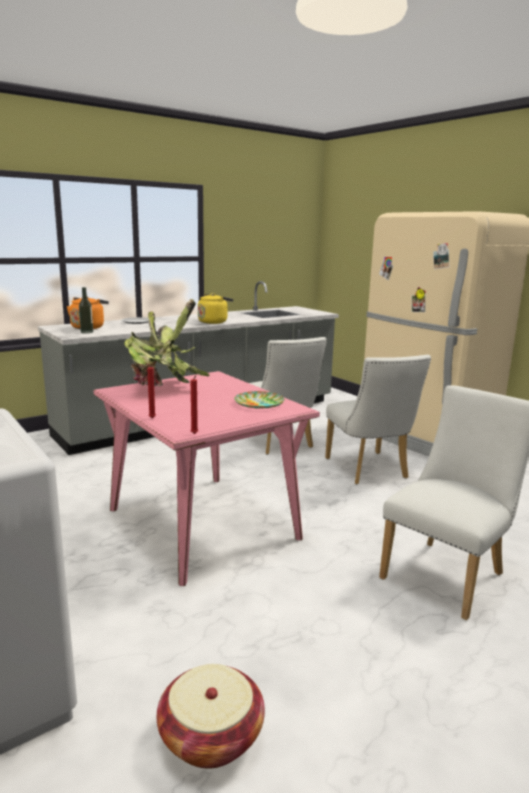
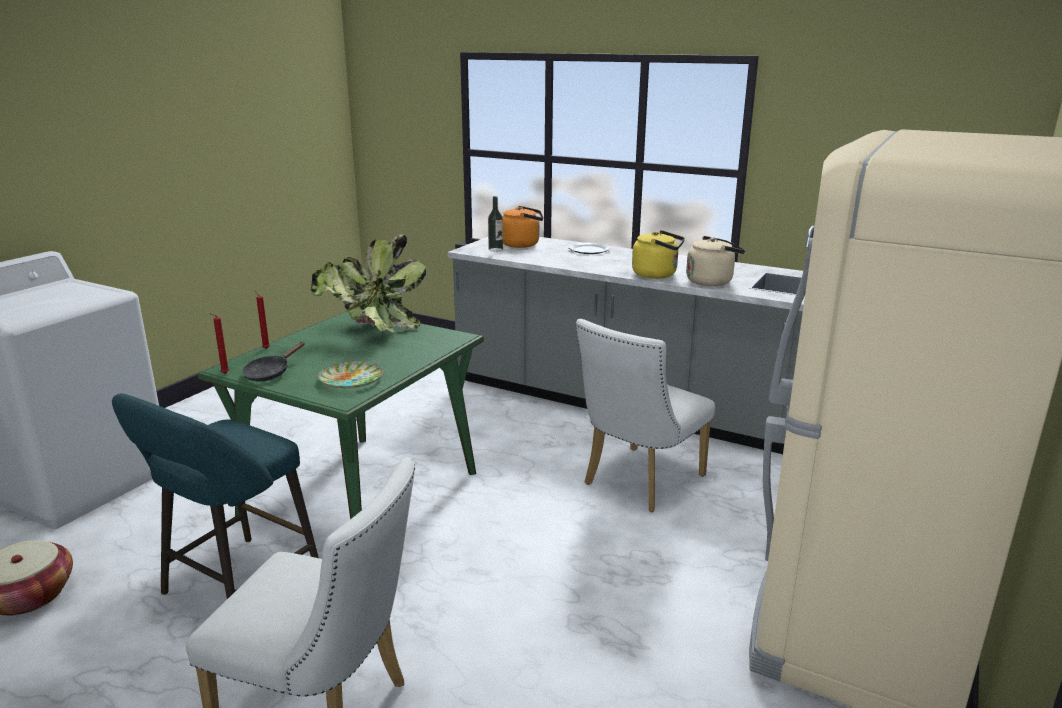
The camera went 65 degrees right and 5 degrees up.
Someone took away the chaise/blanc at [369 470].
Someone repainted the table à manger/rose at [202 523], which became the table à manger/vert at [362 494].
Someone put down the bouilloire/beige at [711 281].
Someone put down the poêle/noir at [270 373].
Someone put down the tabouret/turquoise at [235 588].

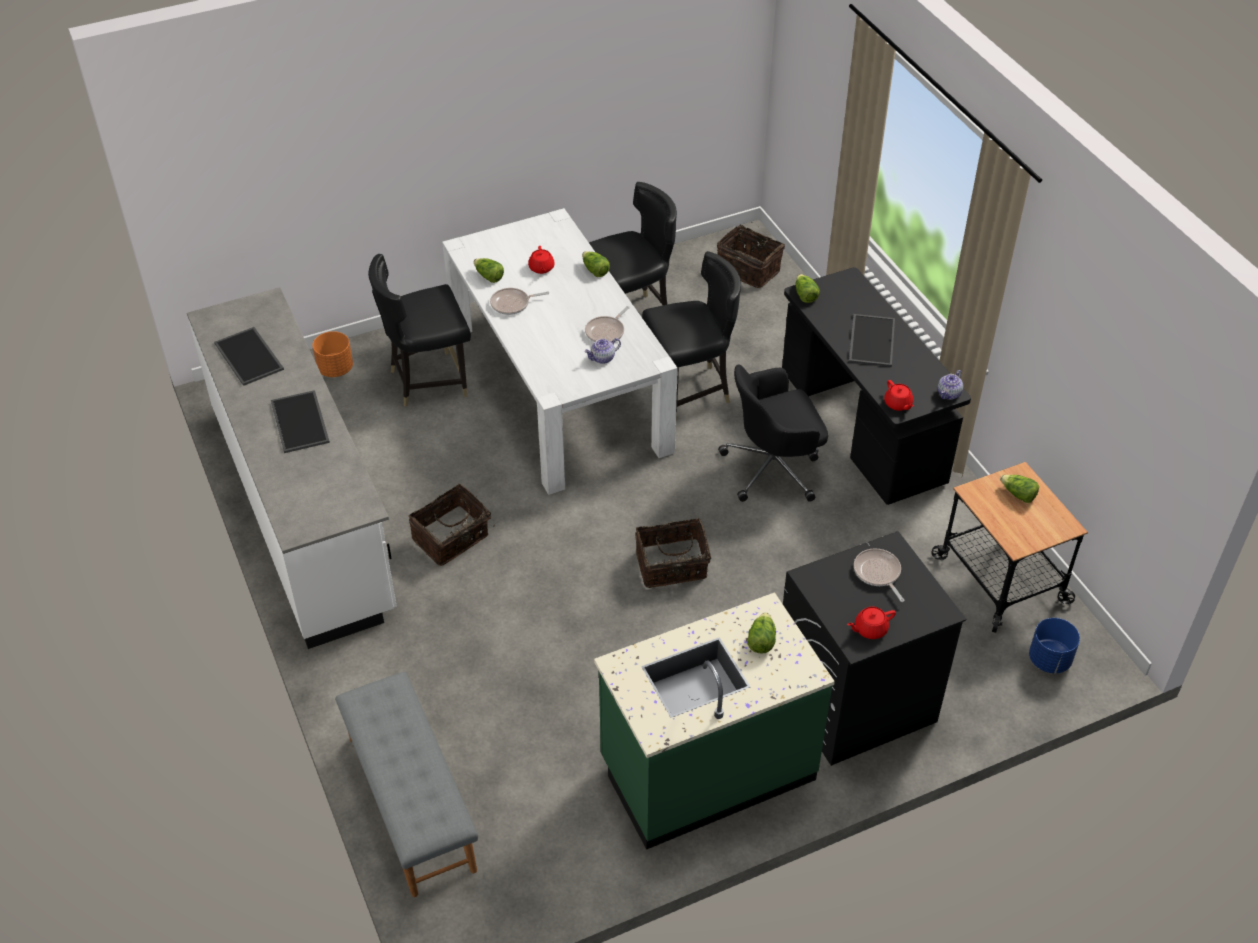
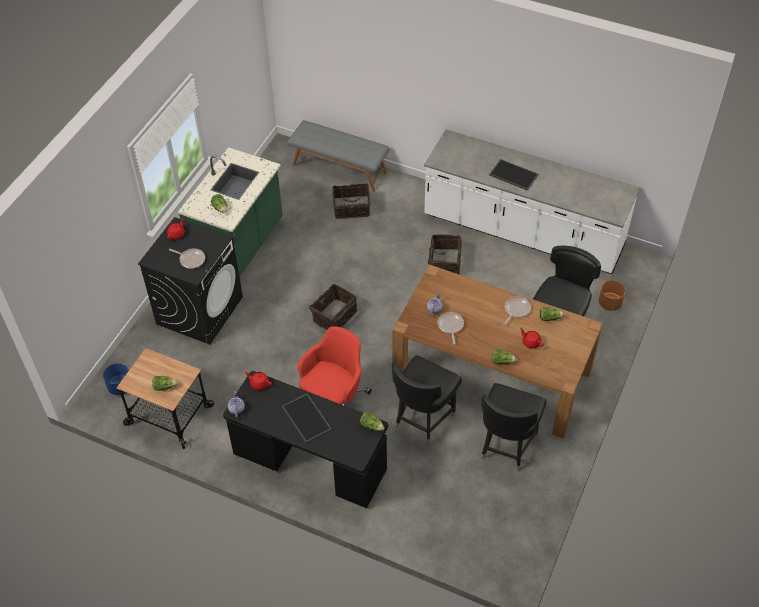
The camera went 140 degrees right and 5 degrees up.
Someone repainted the table à manger/blanc at [558 387], which became the table à manger/marron at [492 372].
Someone carried the panier from [749 269] to [351 209].
Someone took away the plateau at [250 356].
Someone repainted the chaise de bureau/noir at [773 468], which became the chaise de bureau/rouge at [334 401].

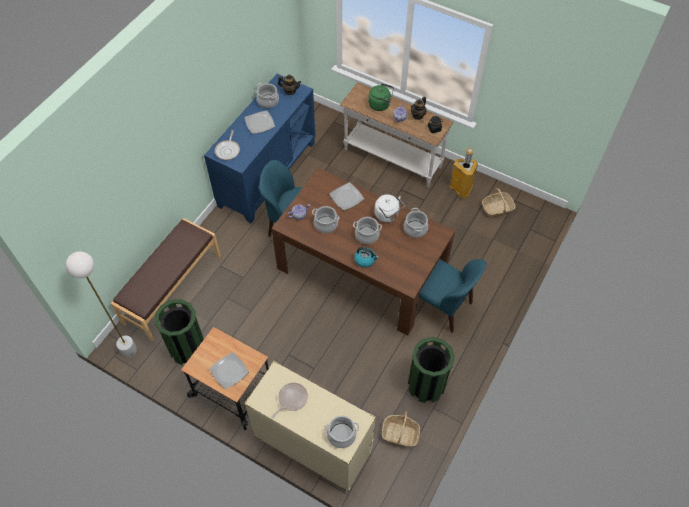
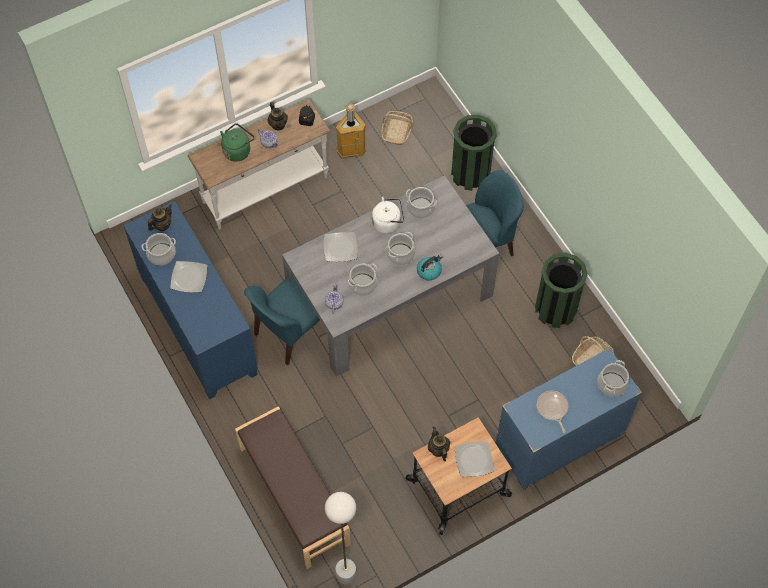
The camera went 60 degrees left and 5 degrees up.
Someone took away the poêle at [228 150].
Someone repainted the table à manger/marron at [362 270], which became the table à manger/gris at [390 296].
Someone carried the poubelle/vert from [188 348] to [470 174].
Someone repainted the commode/beige at [313 444], which became the commode/bleu at [559 441].
Someone put down the théière at [438 449].

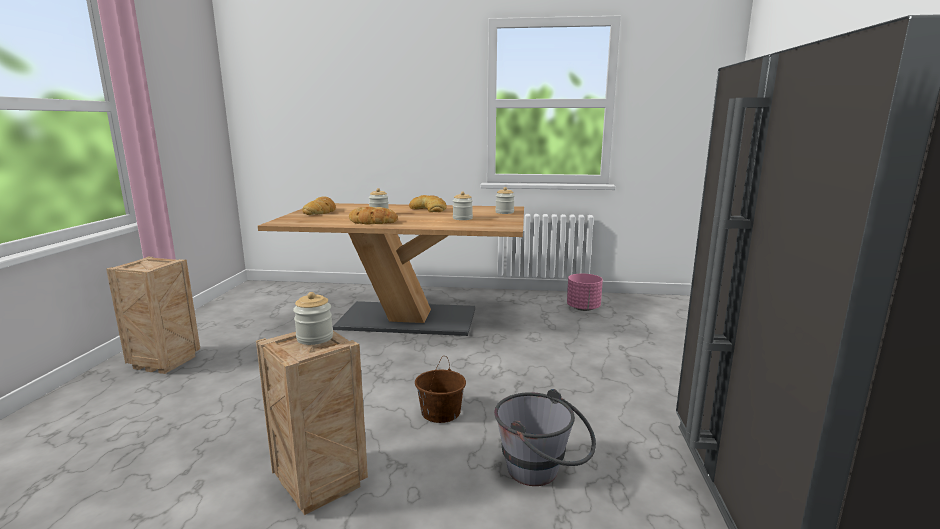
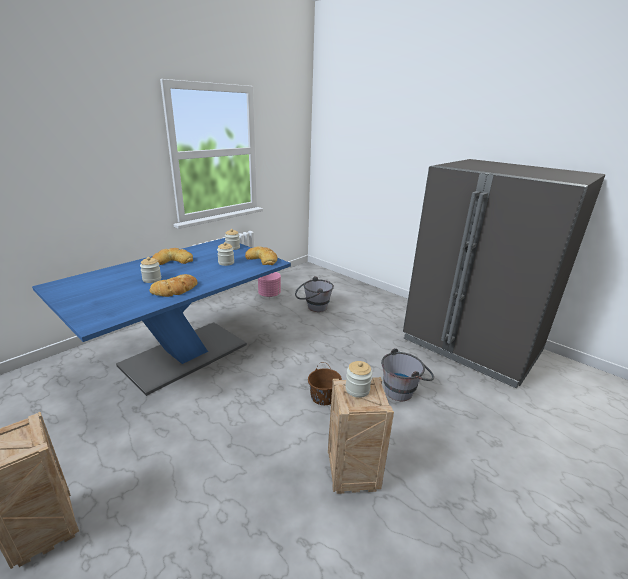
The camera went 55 degrees left and 10 degrees up.
Someone carried the pain from [321 211] to [262 259].
Someone repainted the table à manger/marron at [407 319], which became the table à manger/bleu at [185 355].
Someone put down the seau/gris at [313 307].

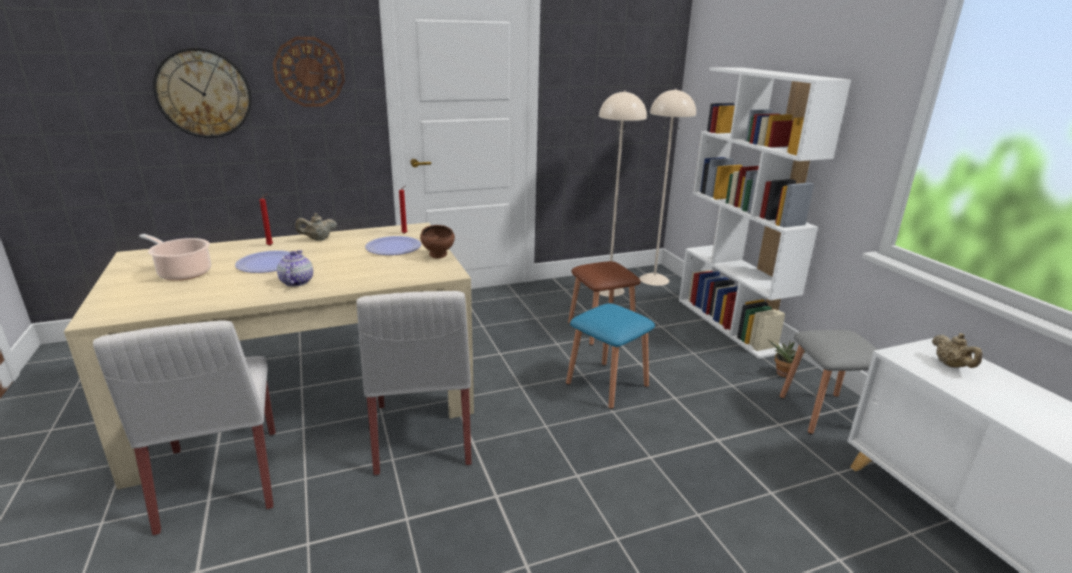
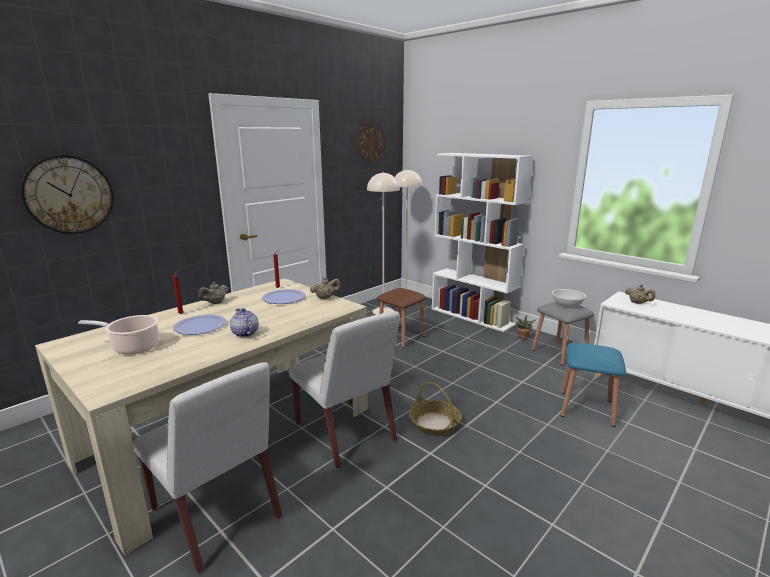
The camera went 25 degrees left and 5 degrees down.
Someone carried the horloge murale from [309 72] to [370 143].
Someone swapped the bol/marron at [439 256] for the théière/beige at [325 297].
Someone carried the tabouret/bleu from [607 384] to [586 408].
Someone put down the bol/blanc at [567 305].
Someone put down the panier at [435 423].

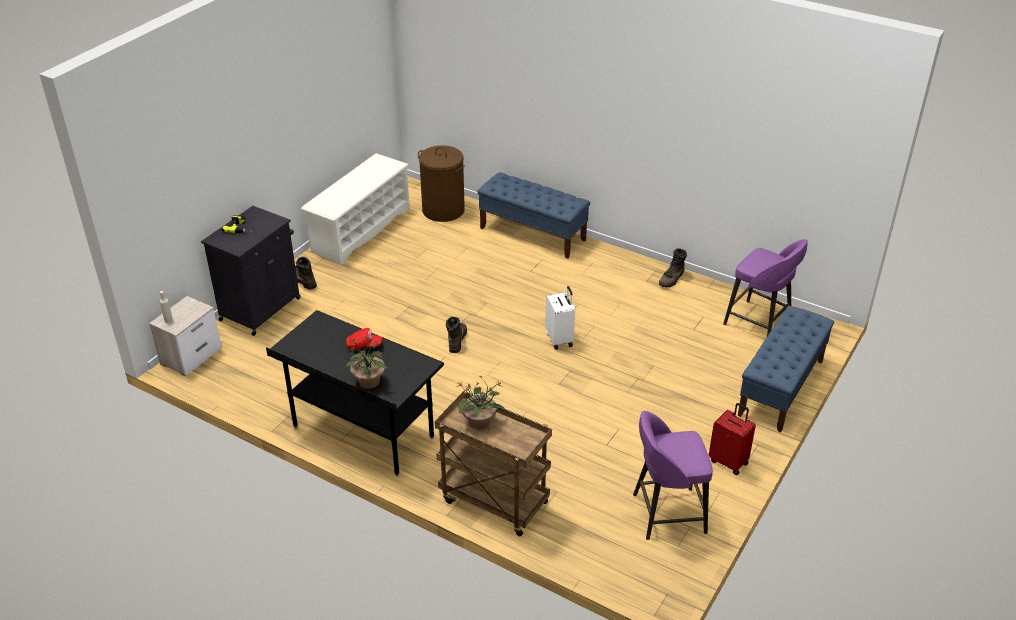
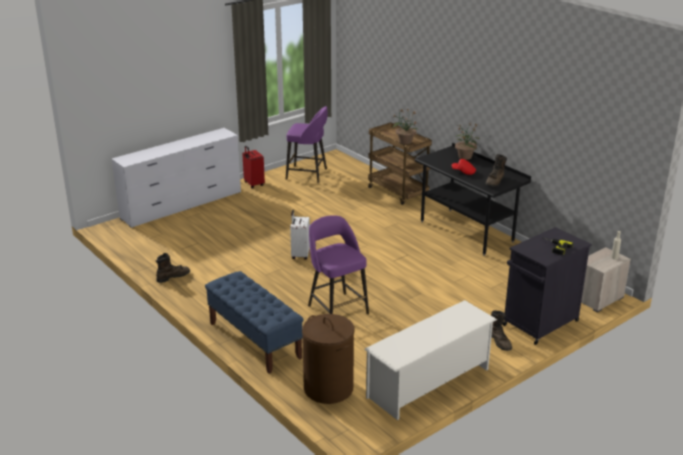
The camera went 160 degrees left and 10 degrees down.
Someone carried the tabouret/violet from [759 323] to [337 308].
Someone swapped the banc/bleu at [781 388] for the commode/blanc at [182 205].
Someone carried the botte/marron from [456 340] to [495 182].

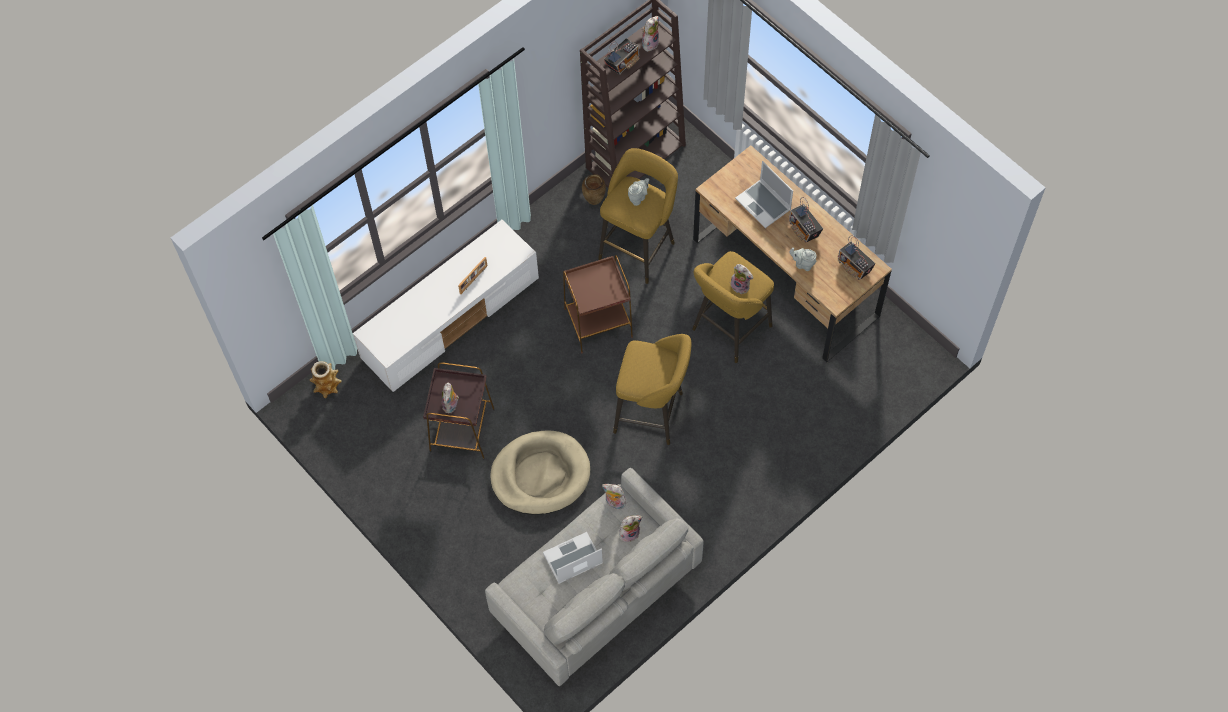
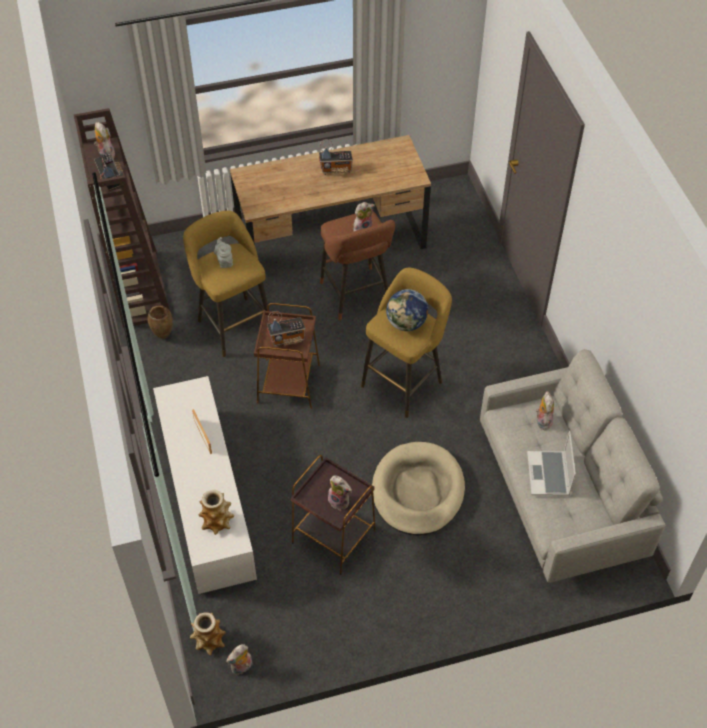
The camera went 65 degrees left and 10 degrees down.
Someone took away the ordinateur portable at [764 204].
Someone carried the radio from [854 267] to [287 339].
Someone took away the théière/gris at [803 264].
Someone repainted the tabouret/jaune at [729 330], which became the tabouret/marron at [356 297].
Someone carried the peluche from [614 503] to [242 668].
Someone put down the globe at [406 323].
Someone put down the vase at [217 521].

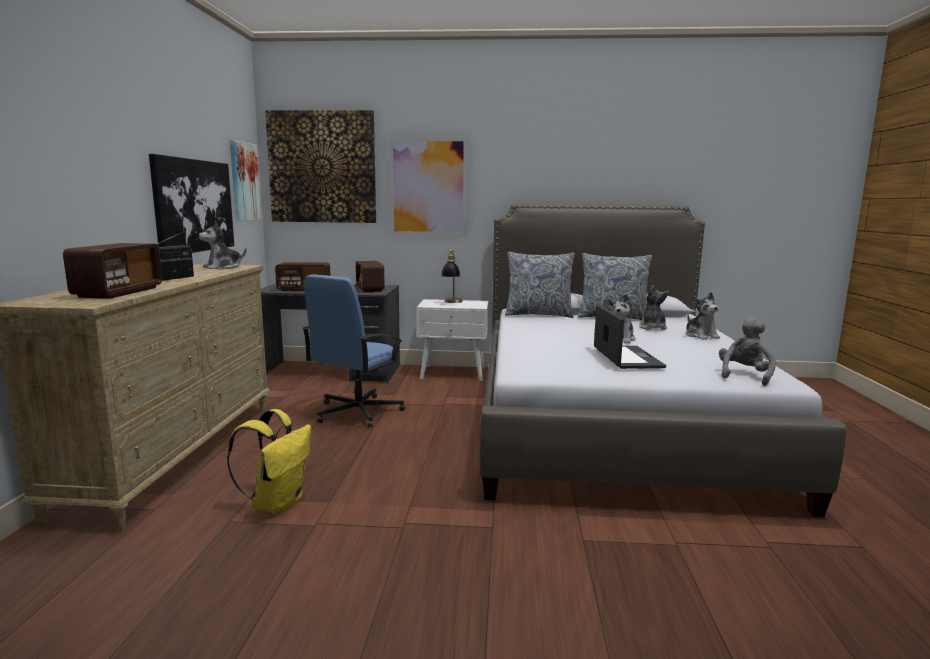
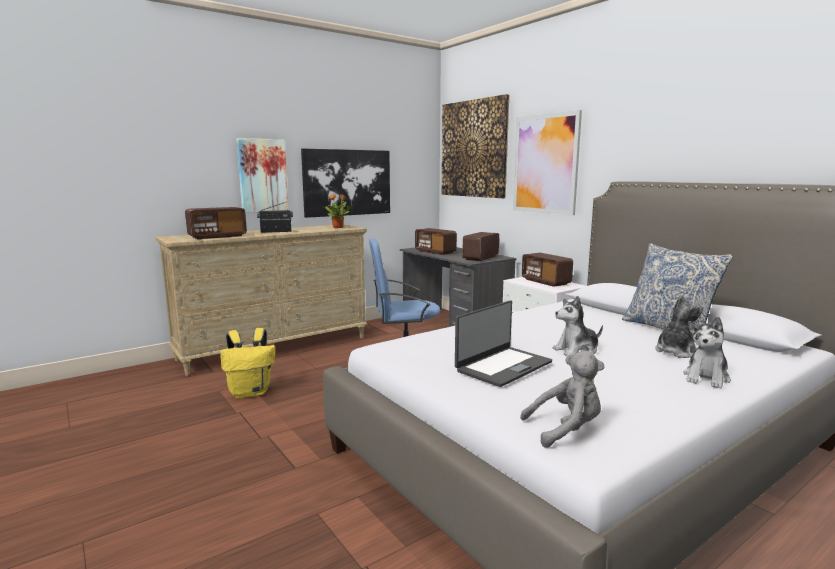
The camera went 50 degrees right and 0 degrees up.
Someone carried the tableau from [244 182] to [262 175].
Someone swapped the peluche at [223 267] for the plante en pot at [338 227].
Someone swapped the lampe de table at [452 302] for the radio at [546 281].
Someone took away the coussin at [538 314].

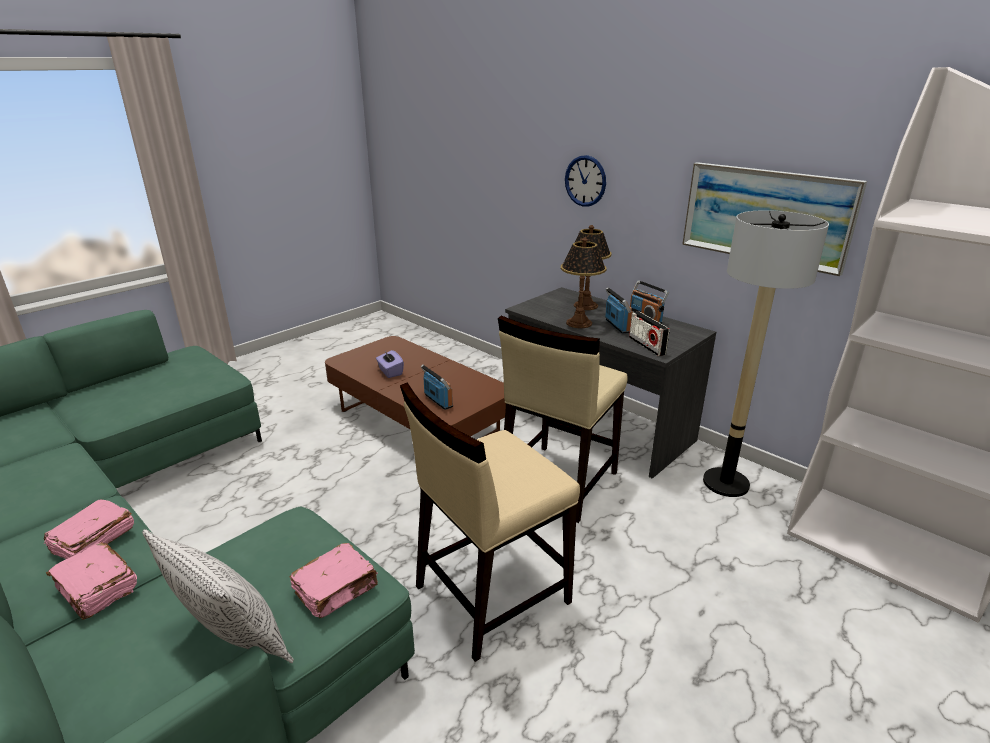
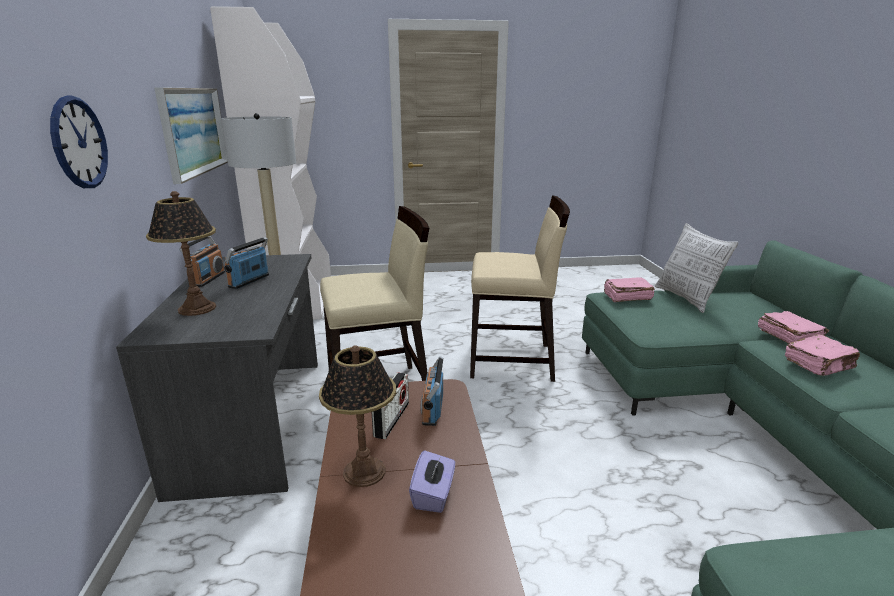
The camera went 140 degrees left and 5 degrees down.
Someone carried the lampe de table from [579 323] to [363 471].
Someone carried the radio from [647 346] to [392 419].

